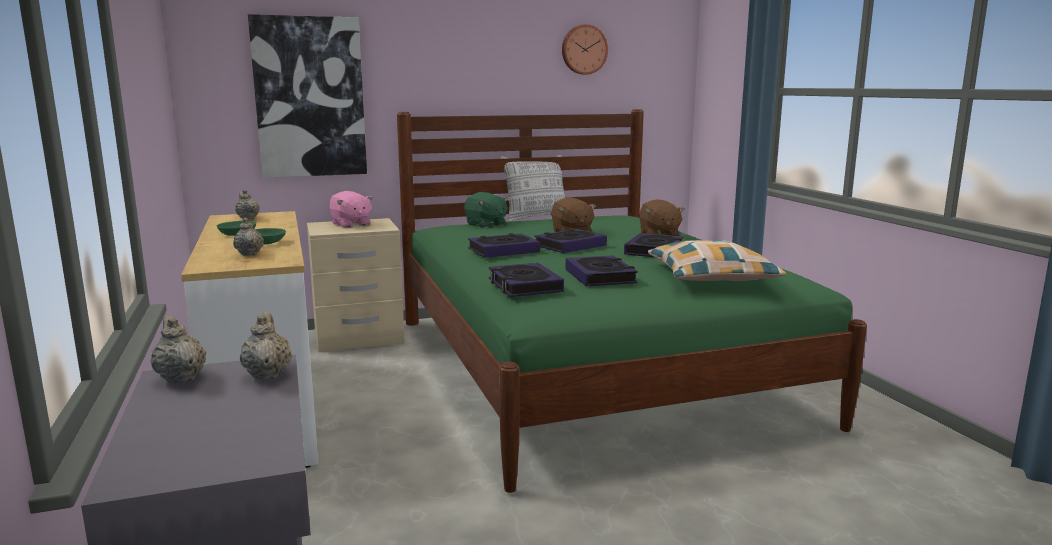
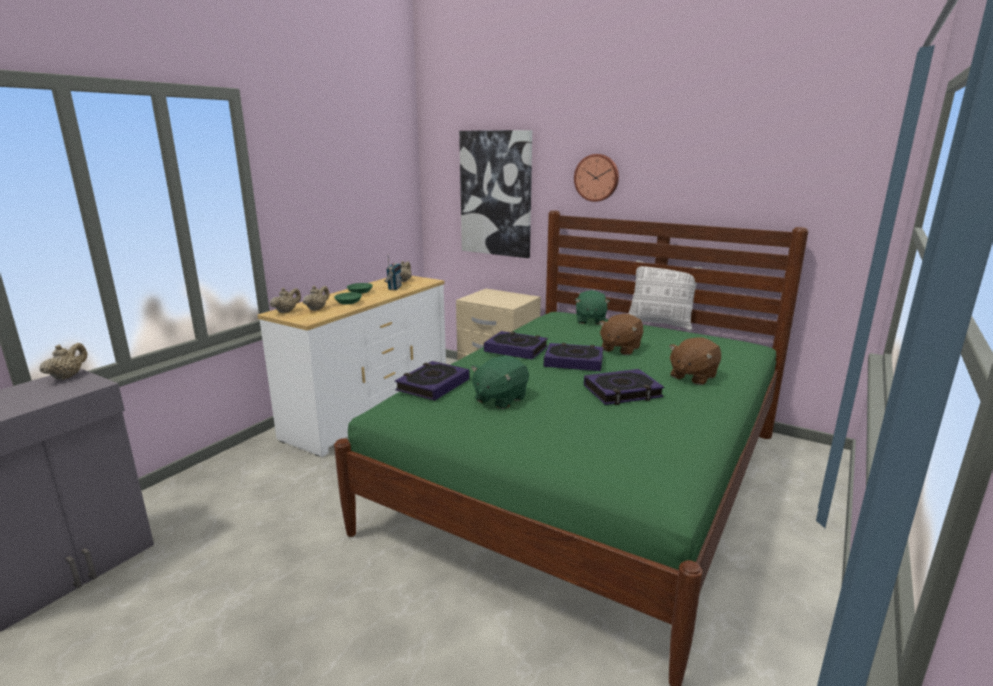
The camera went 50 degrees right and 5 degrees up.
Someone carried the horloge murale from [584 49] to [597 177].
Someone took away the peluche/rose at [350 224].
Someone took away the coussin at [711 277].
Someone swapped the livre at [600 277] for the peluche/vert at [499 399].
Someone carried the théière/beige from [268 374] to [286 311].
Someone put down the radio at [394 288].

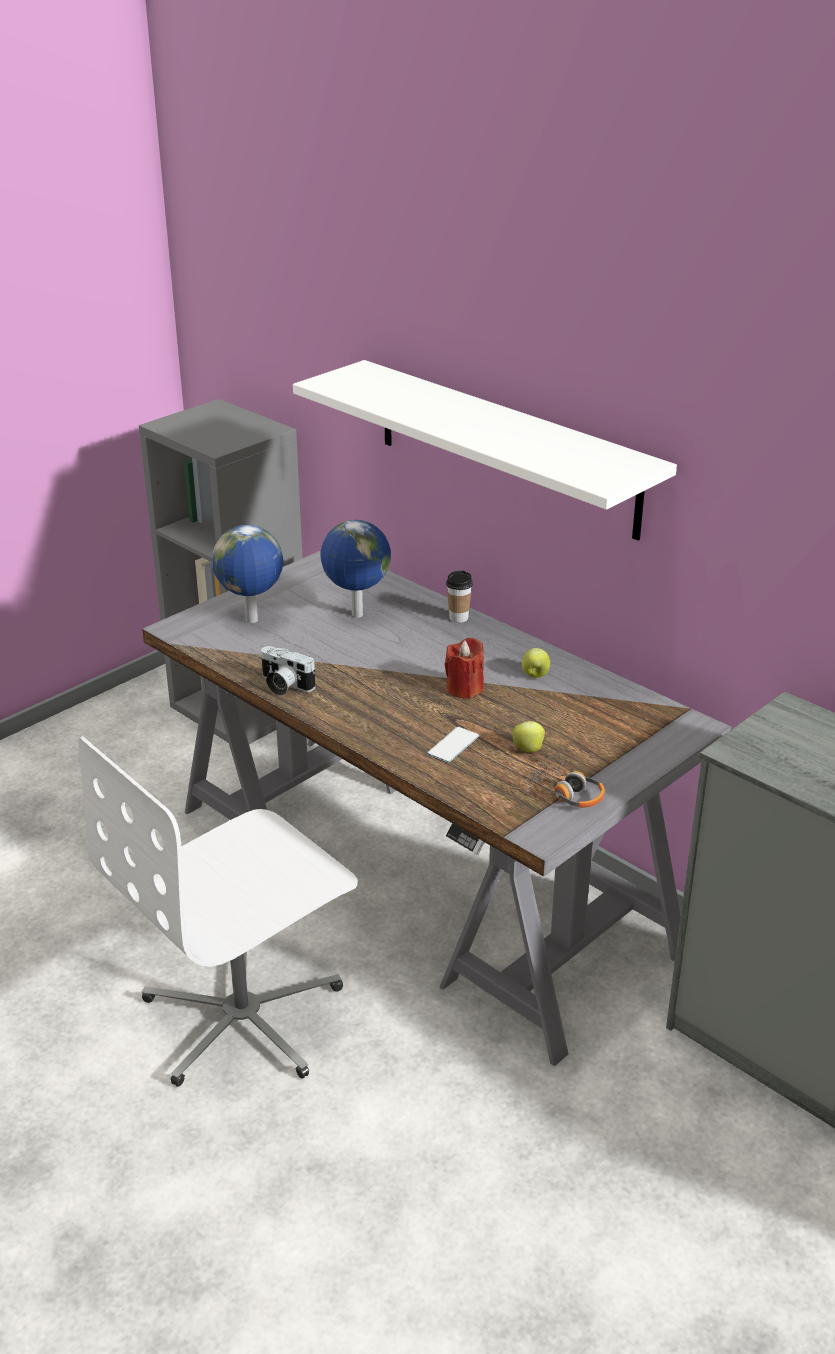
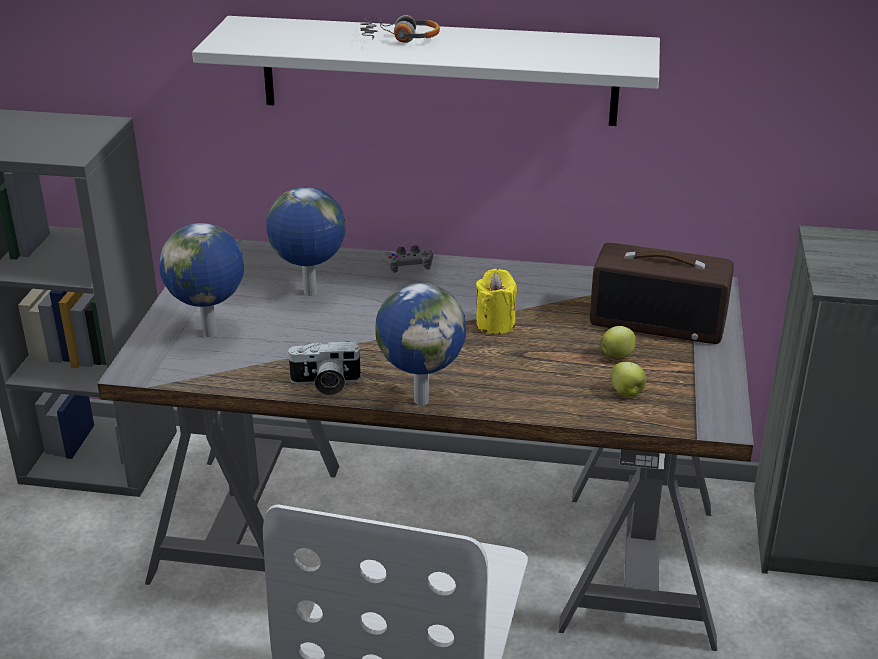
The camera went 35 degrees left and 0 degrees up.
Someone swapped the tasse at [458 618] for the manette/gris at [408 264].
Someone repainted the bougie/rouge at [464 689], which became the bougie/jaune at [495 324].
Someone carried the pomme from [535 675] to [627 393].
Someone took away the téléphone at [453 745].
Someone carried the casque audio from [565 792] to [399 38].
Someone put down the radio at [659 321].
Someone put down the globe at [421 400].

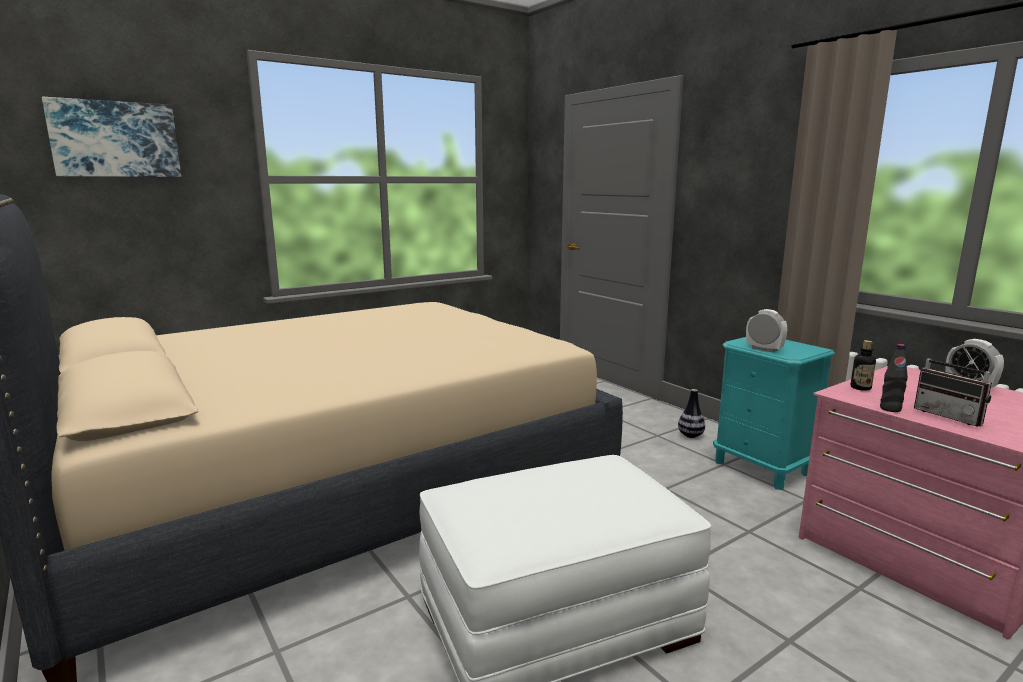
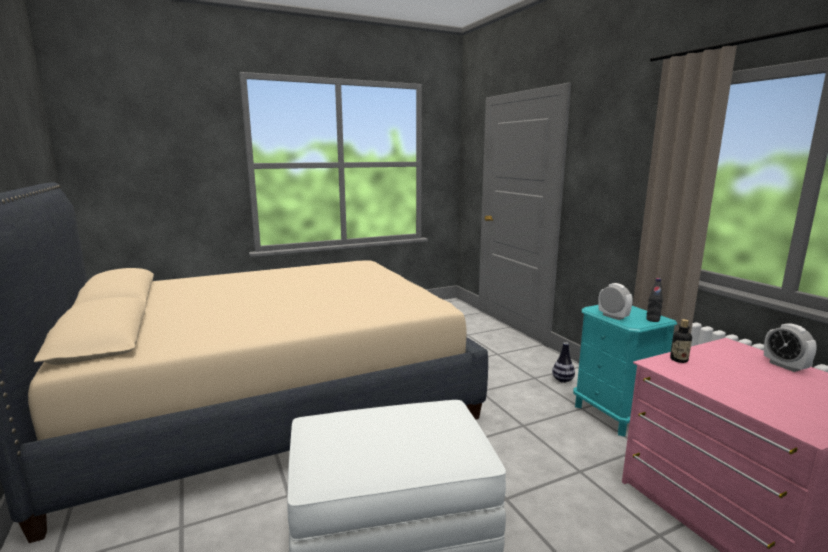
The camera went 10 degrees right and 0 degrees up.
Someone took away the tableau at [115 139].
Someone carried the bouteille/noir from [890 409] to [652 320].
Someone took away the radio at [951 416].

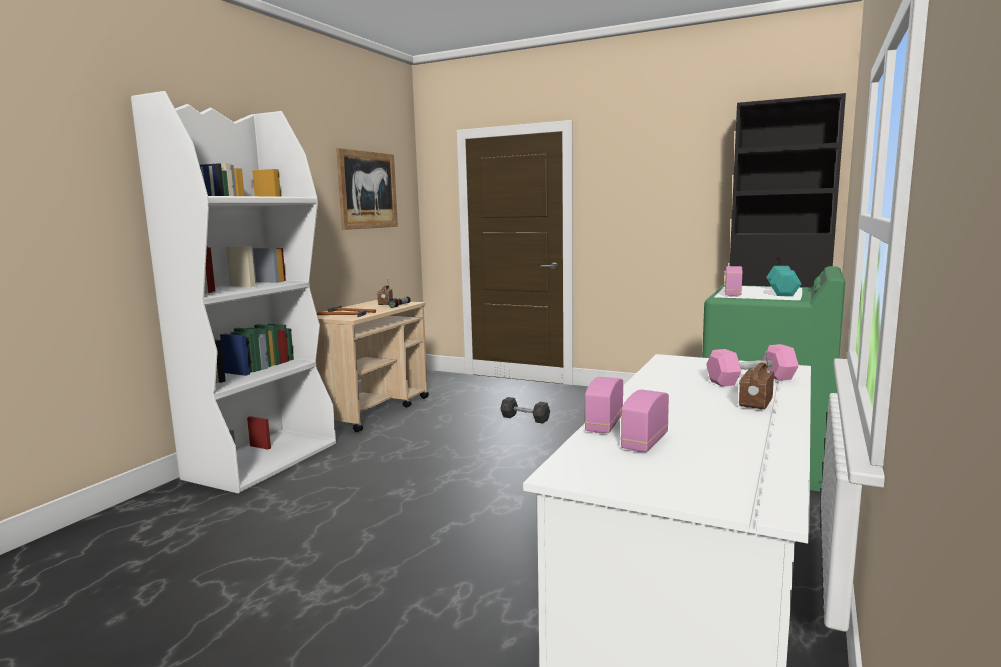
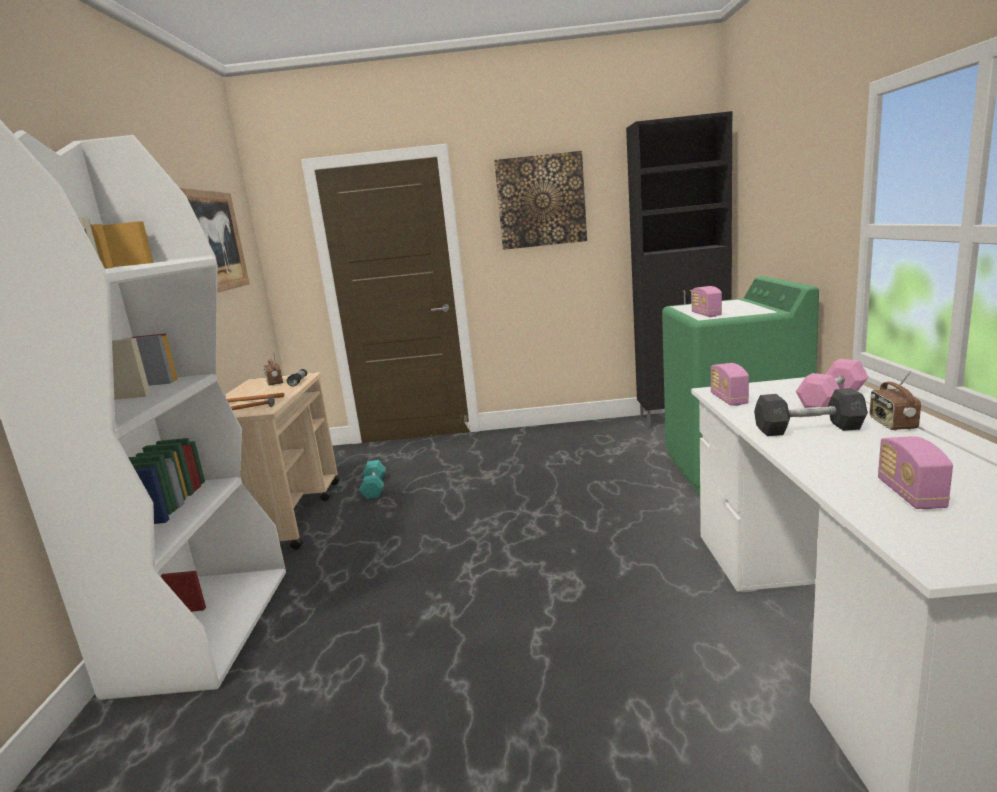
The camera went 25 degrees left and 5 degrees up.
Someone carried the haltère/turquoise from [782 292] to [374 487].
Someone carried the radio from [604 424] to [728 399].
Someone carried the haltère/gris from [525 418] to [808 429].
Someone put up the tableau at [541 201].

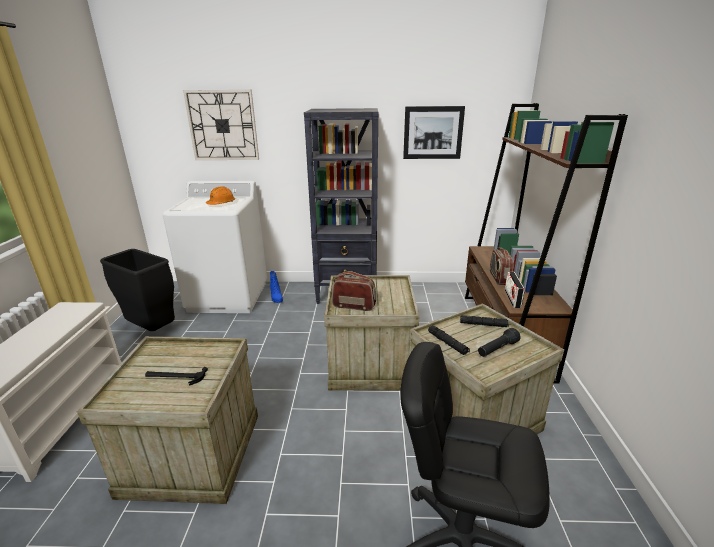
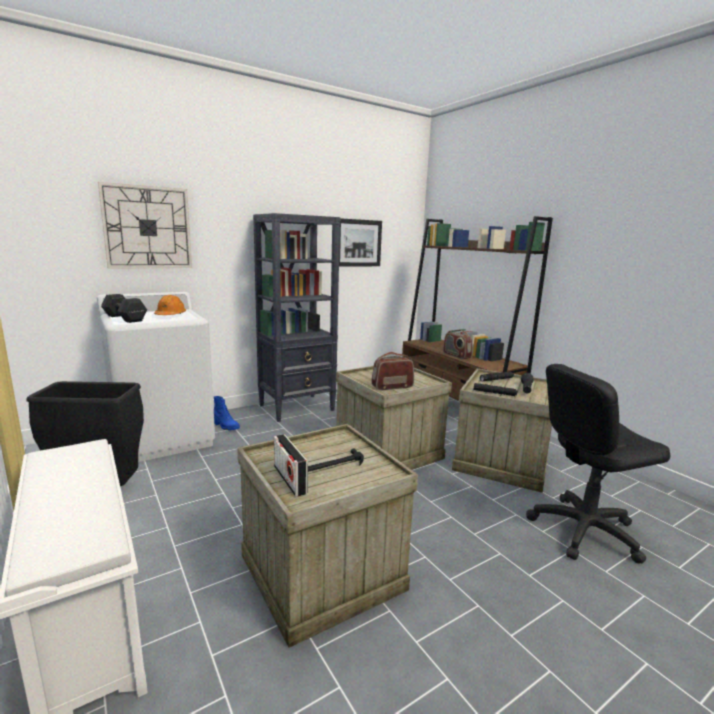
The camera went 35 degrees left and 10 degrees down.
Someone carried the radio from [512 298] to [290 479].
Someone put down the haltère/noir at [124 318].

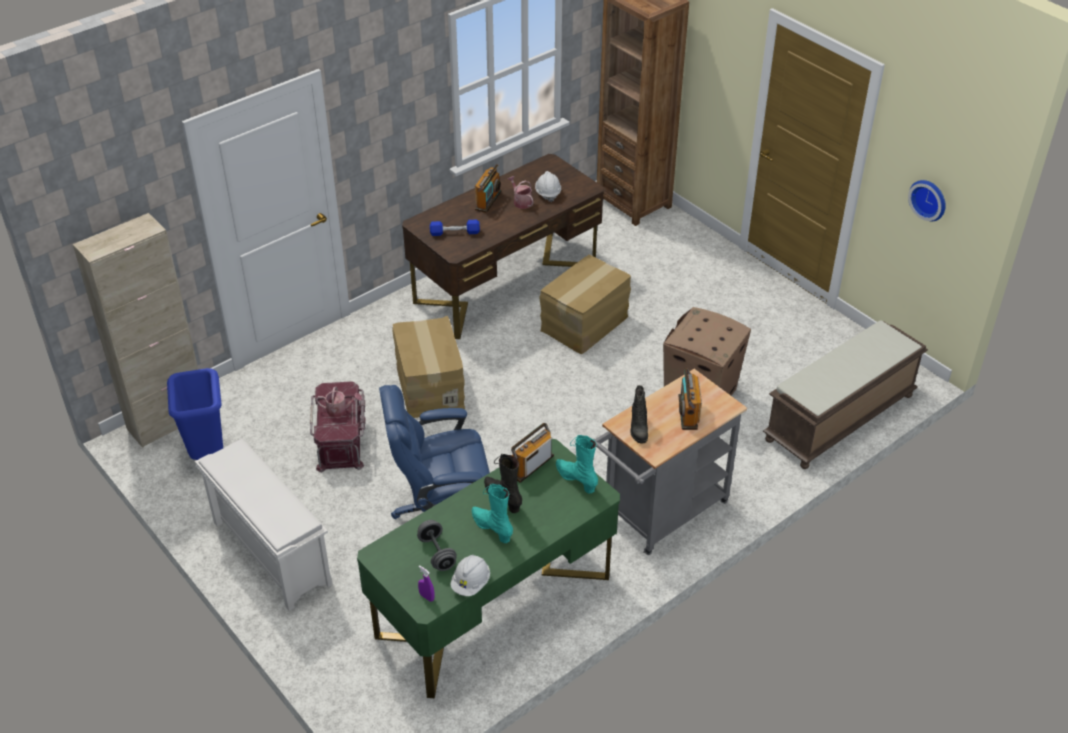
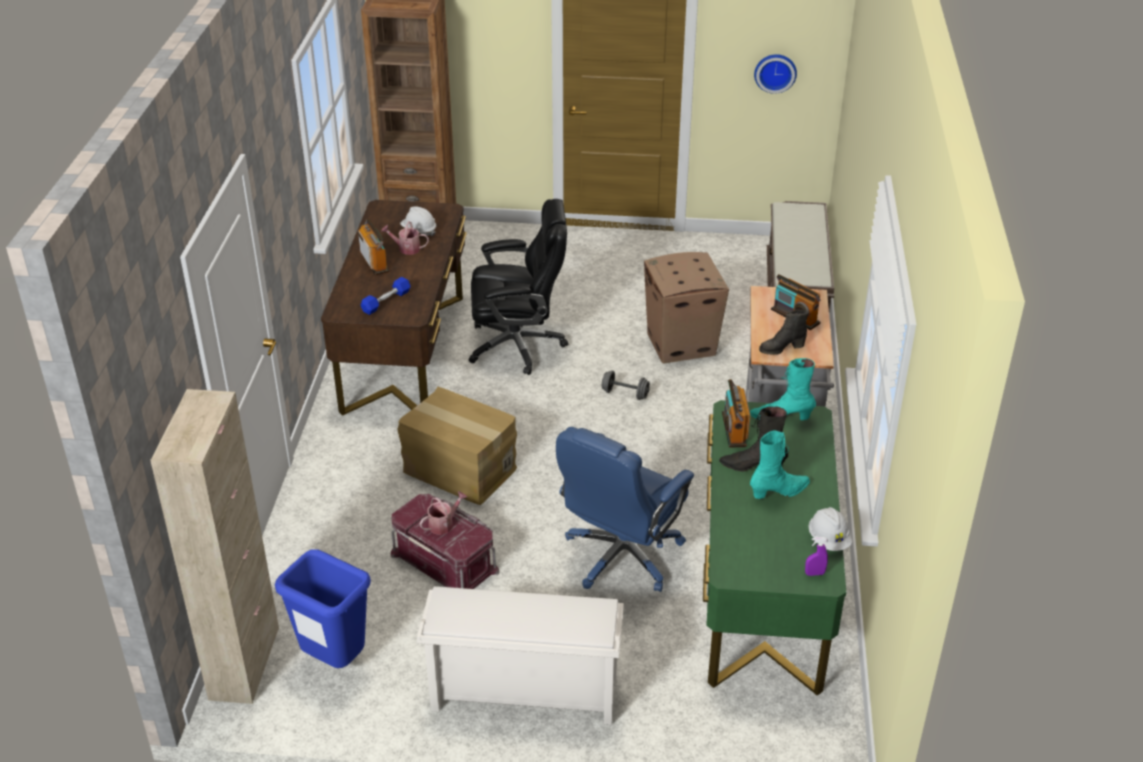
The camera went 45 degrees left and 5 degrees down.
Someone swapped the carton at [585 324] for the chaise de bureau/noir at [518 345].
Someone rotated the botte/noir at [638 429] by 120 degrees clockwise.
Someone rotated the botte/turquoise at [492 528] by 150 degrees clockwise.
Someone carried the haltère/gris from [437 553] to [625 394].

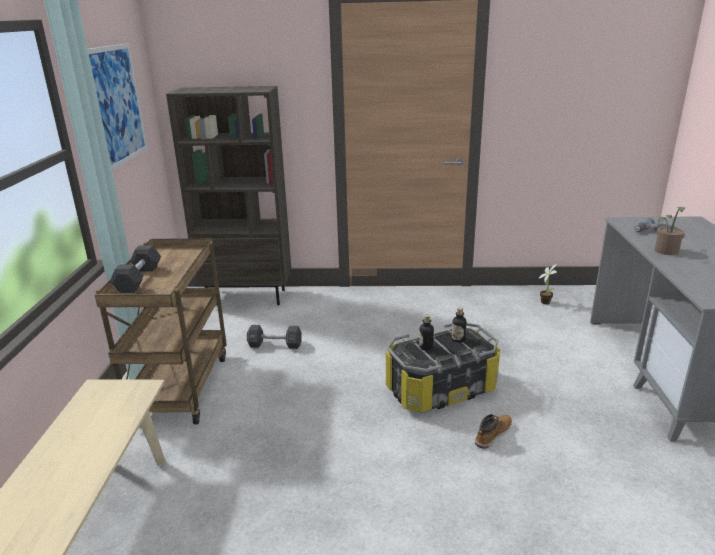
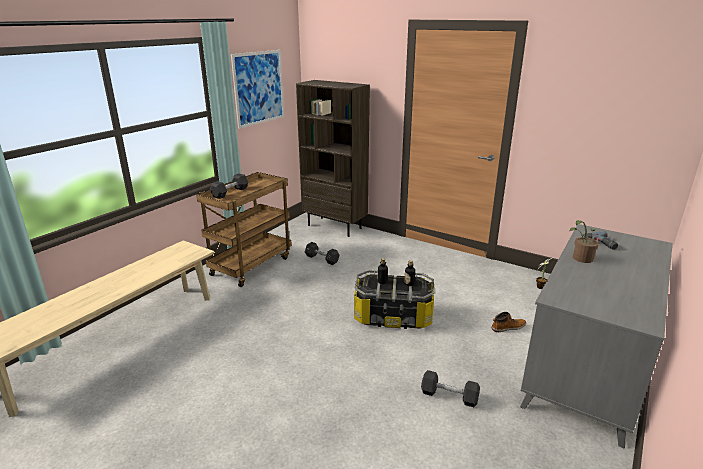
The camera went 30 degrees right and 0 degrees up.
Someone carried the botte from [492 434] to [508 327].
Someone put down the haltère/noir at [449 396].

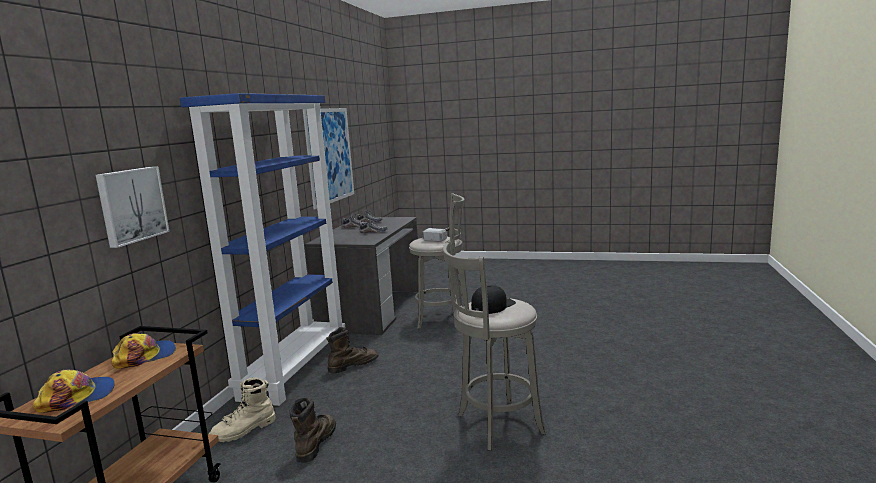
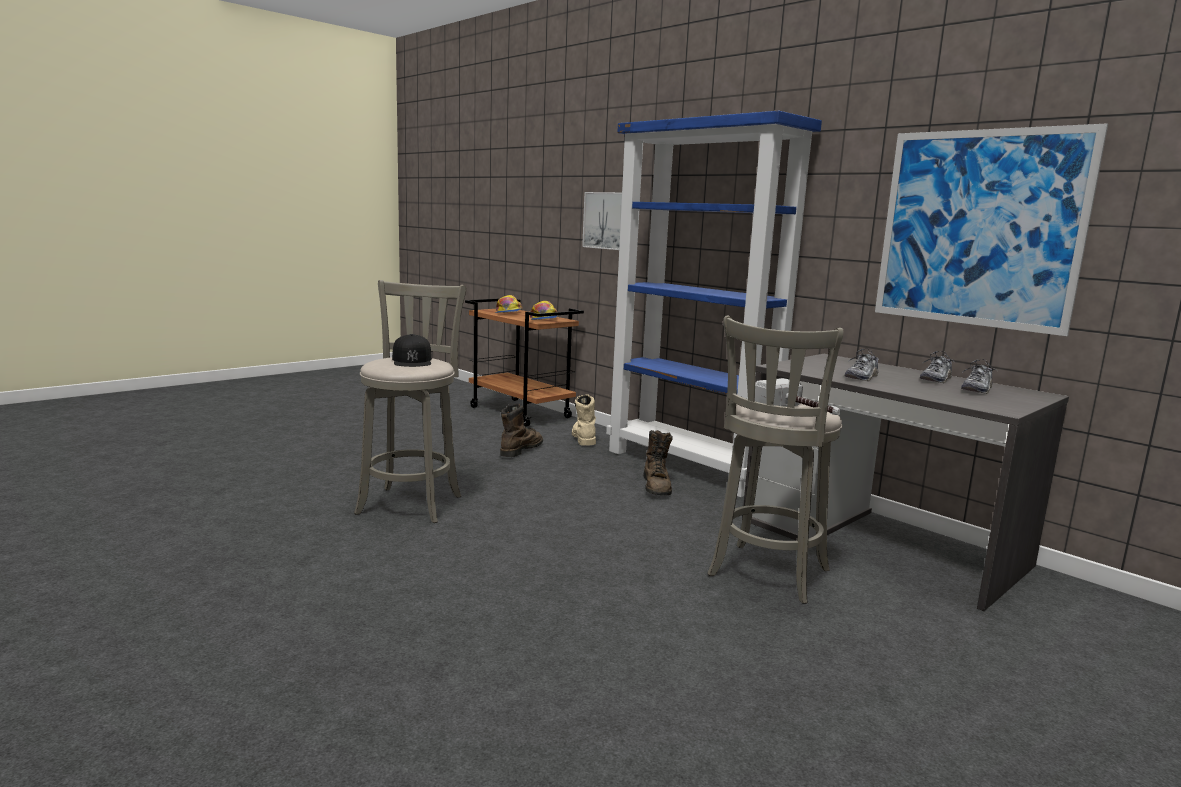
The camera went 120 degrees right and 0 degrees up.
Someone rotated the botte/marron at [315 443] by 105 degrees counterclockwise.

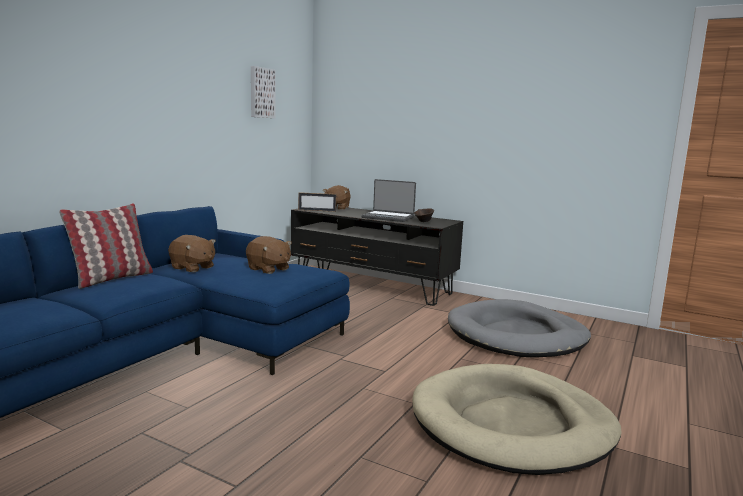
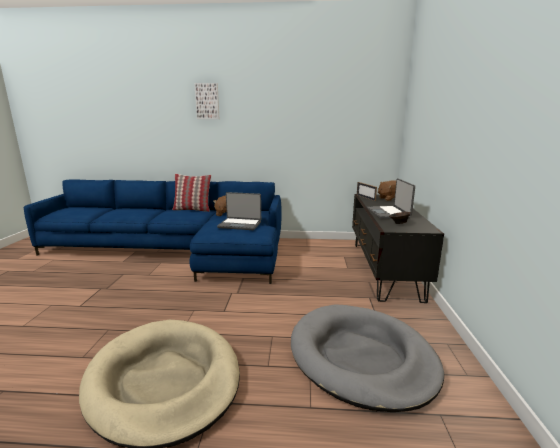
The camera went 65 degrees right and 5 degrees up.
Someone carried the tableau from [261 93] to [207 101].
Someone swapped the peluche/marron at [268 269] for the ordinateur portable at [240 224].

